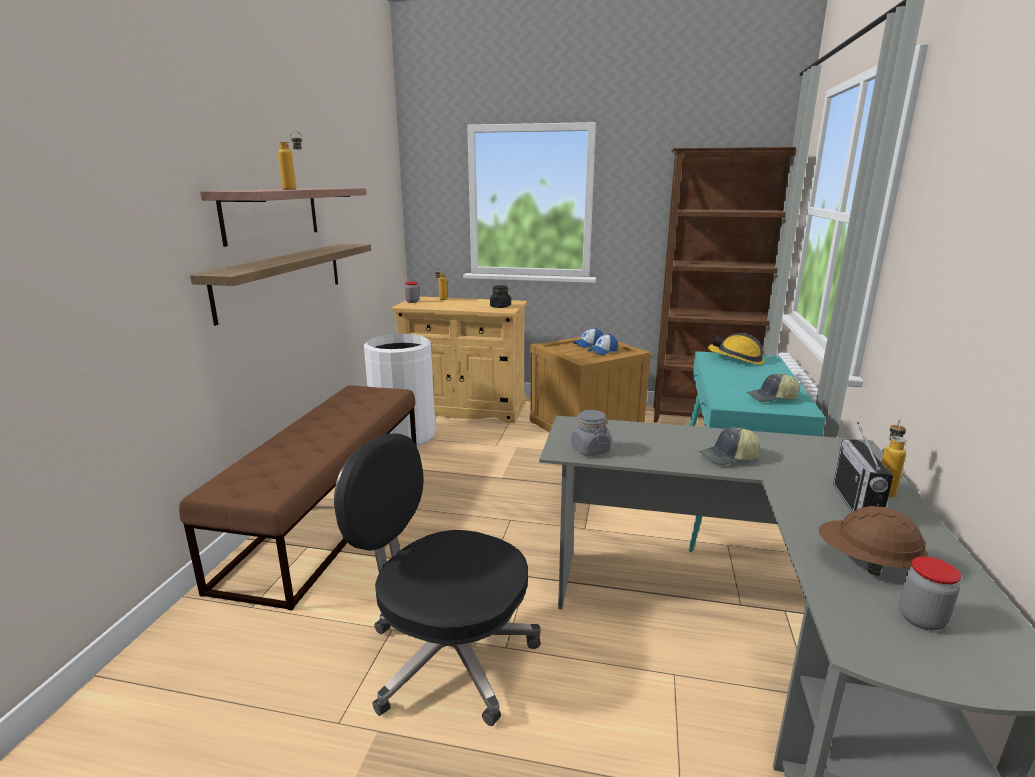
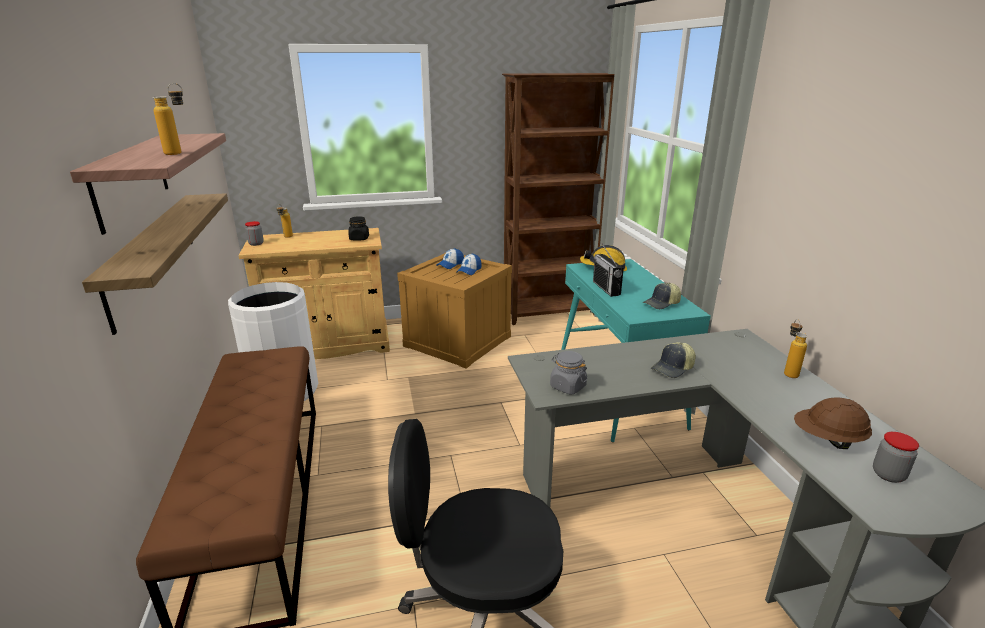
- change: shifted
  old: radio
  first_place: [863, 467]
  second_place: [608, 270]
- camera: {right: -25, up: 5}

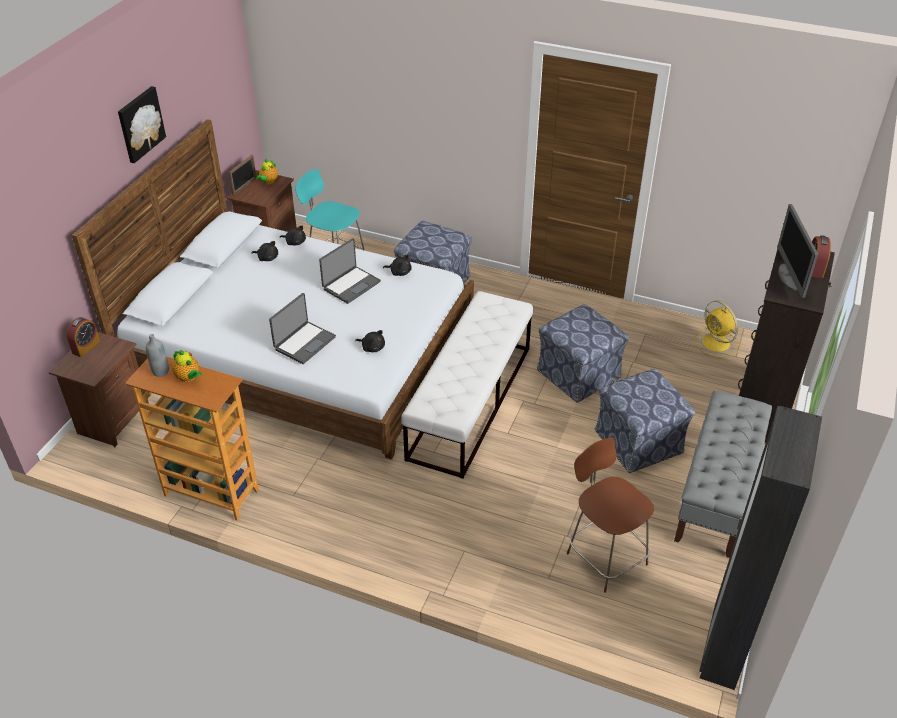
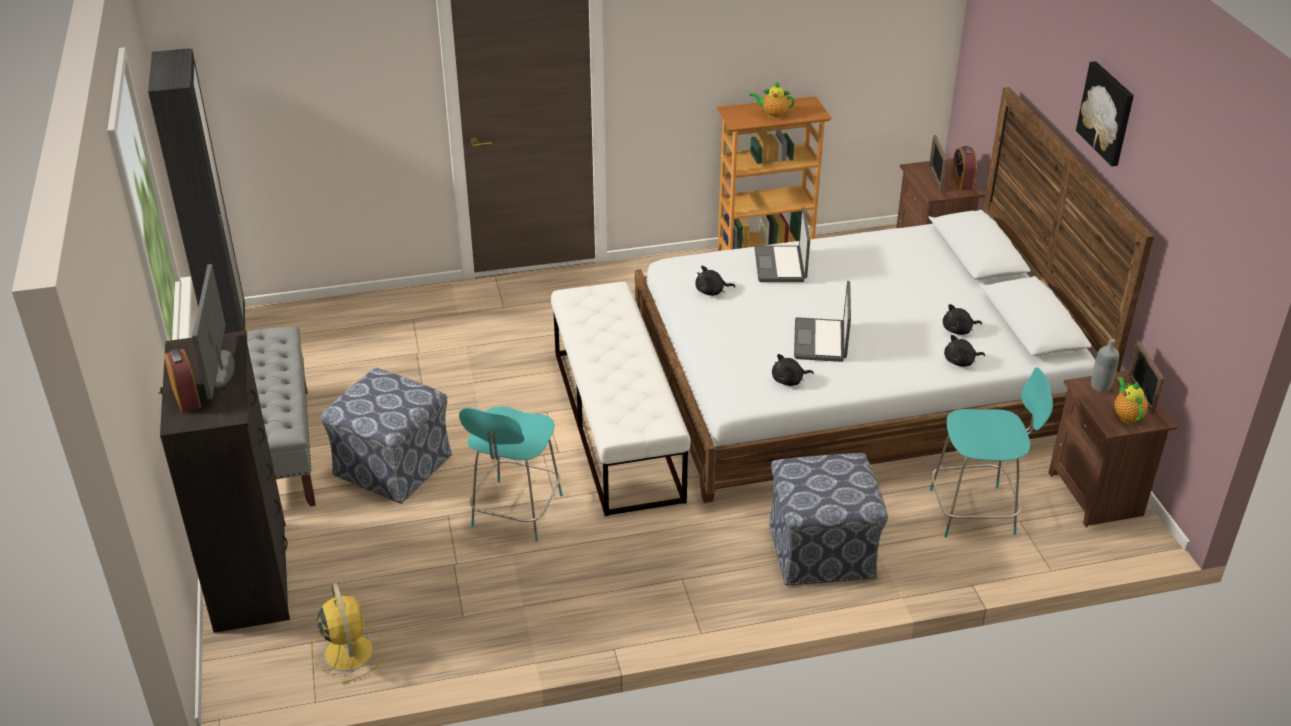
- change: shifted
  old: grey bottle
  first_place: [157, 355]
  second_place: [1105, 365]
- change: swapped
  old: ottoman
  new: turquoise chair
  first_place: [583, 353]
  second_place: [511, 474]
- change: gone
  old: brown chair
  first_place: [610, 515]
- change: rotated
  old: yellow fan
  first_place: [717, 329]
  second_place: [347, 633]
  degrees: 45
- change: rotated
  old: monitor
  first_place: [797, 251]
  second_place: [213, 331]
  degrees: -150
- change: new
  new: picture frame
  second_place: [938, 163]
- camera: {right: 145, up: -5}

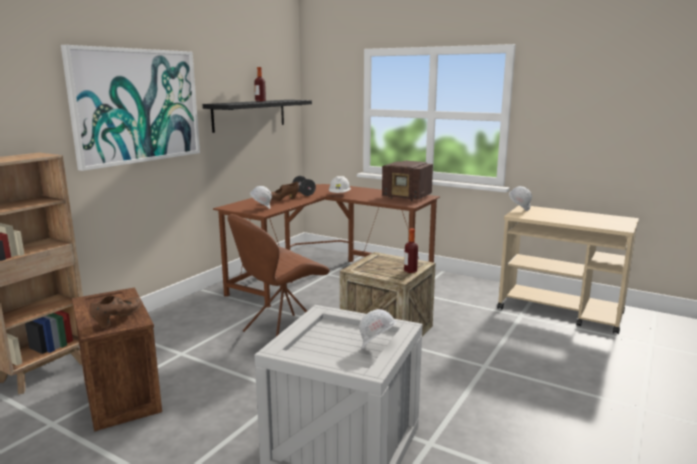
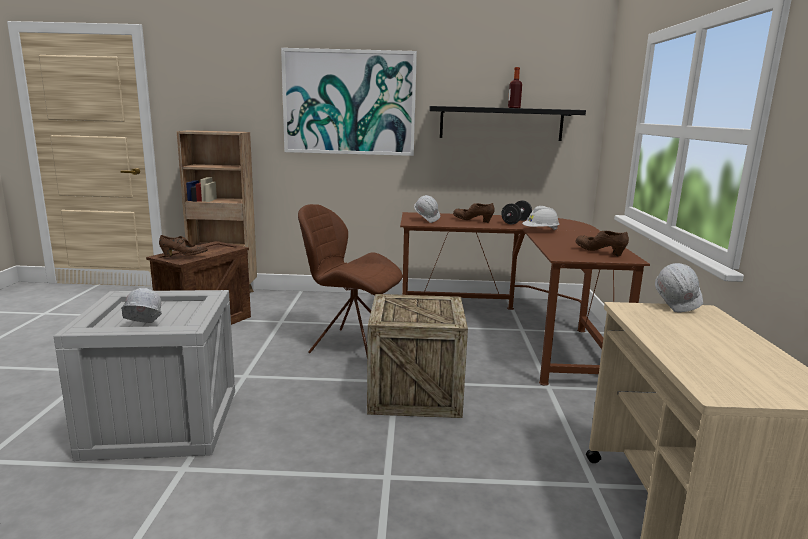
- change: swapped
  old: radio
  new: brown shoe
  first_place: [407, 181]
  second_place: [602, 243]
- change: gone
  old: bottle
  first_place: [411, 250]
- camera: {right: 60, up: 0}

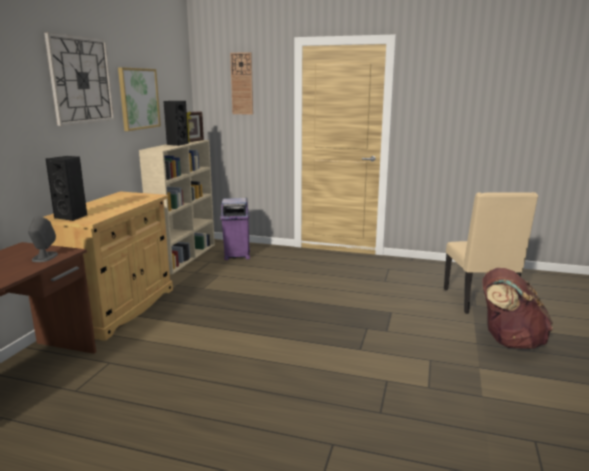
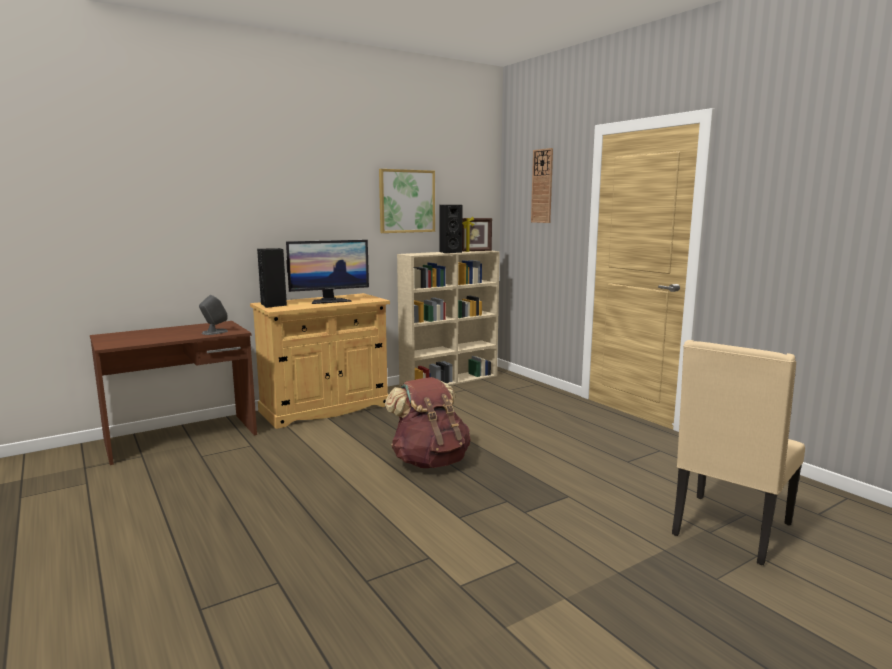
- change: gone
  old: wall clock
  first_place: [79, 79]
- change: gone
  old: purple trash can
  first_place: [235, 229]
- change: shifted
  old: brown backpack
  first_place: [517, 308]
  second_place: [428, 422]
- change: new
  new: monitor
  second_place: [327, 272]
- camera: {right: 40, up: -5}

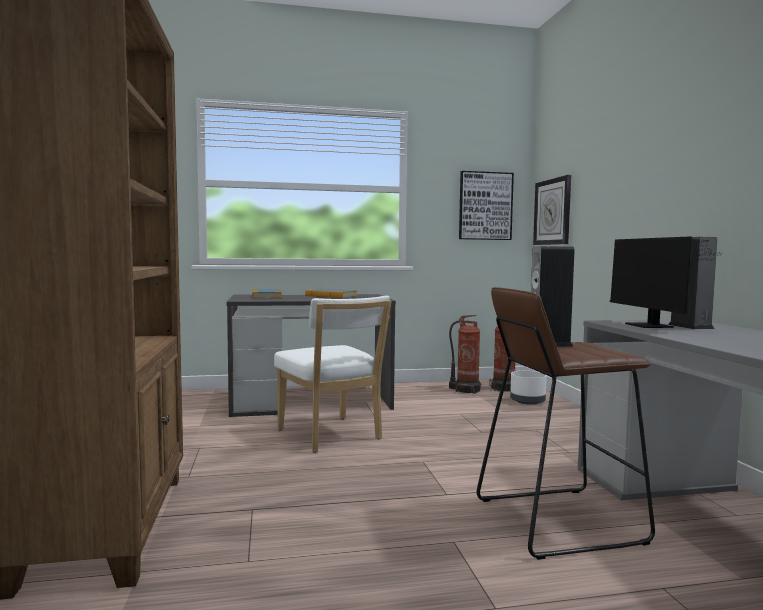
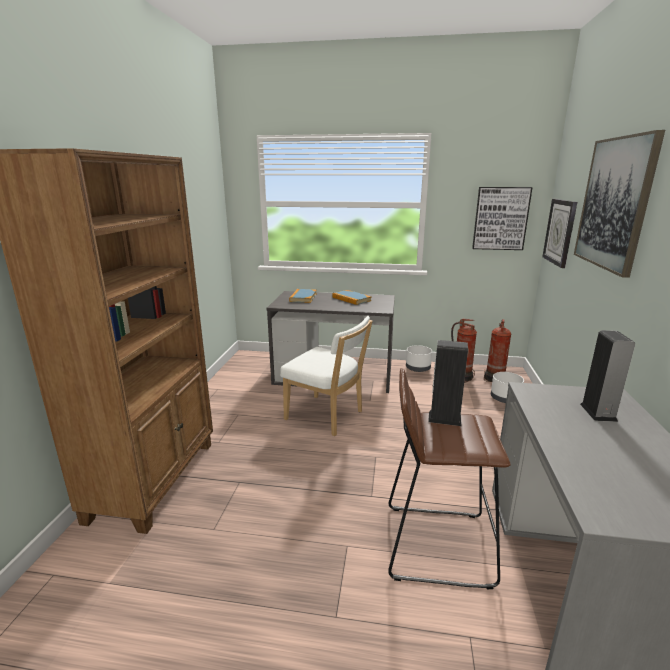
- change: rotated
  old: white chair
  first_place: [332, 374]
  second_place: [326, 376]
  degrees: -45
- change: gone
  old: monitor
  first_place: [666, 282]
- change: new
  new: white planter
  second_place: [419, 358]
- change: new
  new: picture
  second_place: [619, 204]
- camera: {right: 20, up: 15}

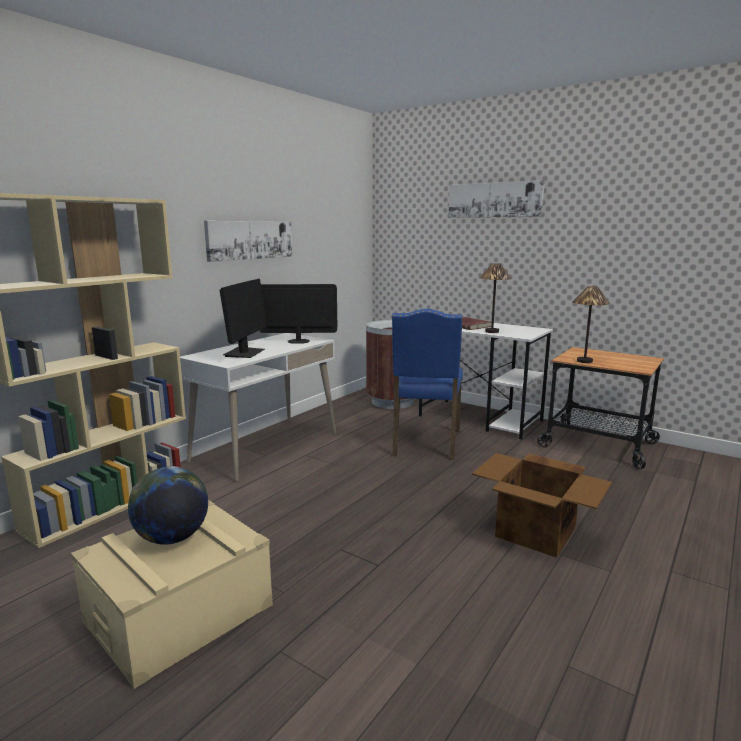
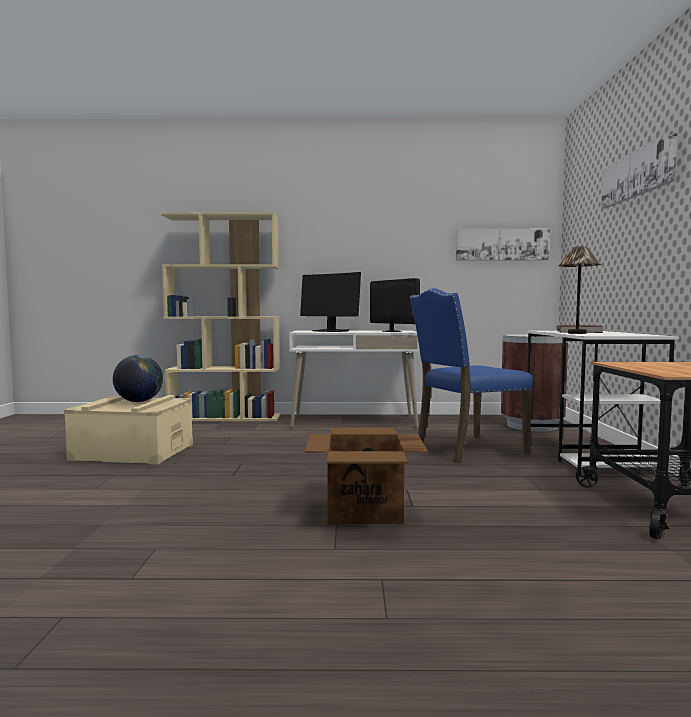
- change: shifted
  old: picture
  first_place: [248, 241]
  second_place: [503, 244]
- change: rotated
  old: monitor
  first_place: [243, 318]
  second_place: [330, 302]
  degrees: 60
- change: gone
  old: table lamp
  first_place: [591, 324]
- camera: {right: 55, up: -10}

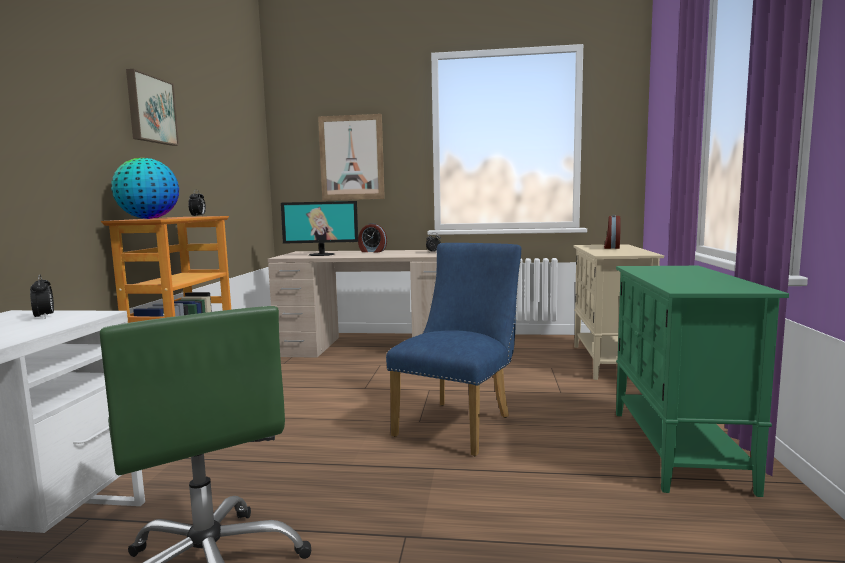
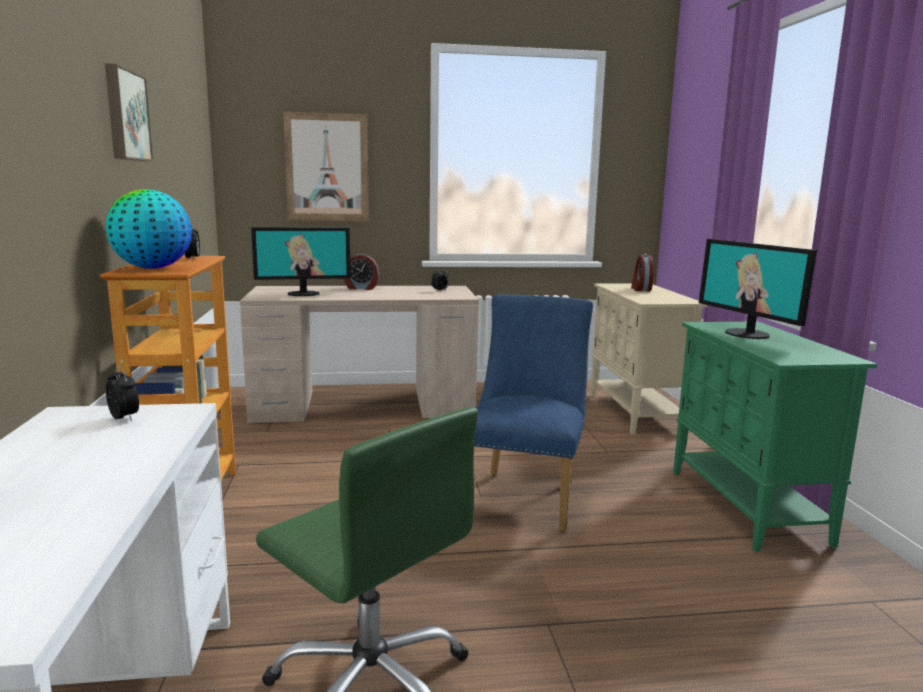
- change: new
  new: monitor
  second_place: [758, 289]
- camera: {right: -15, up: 5}

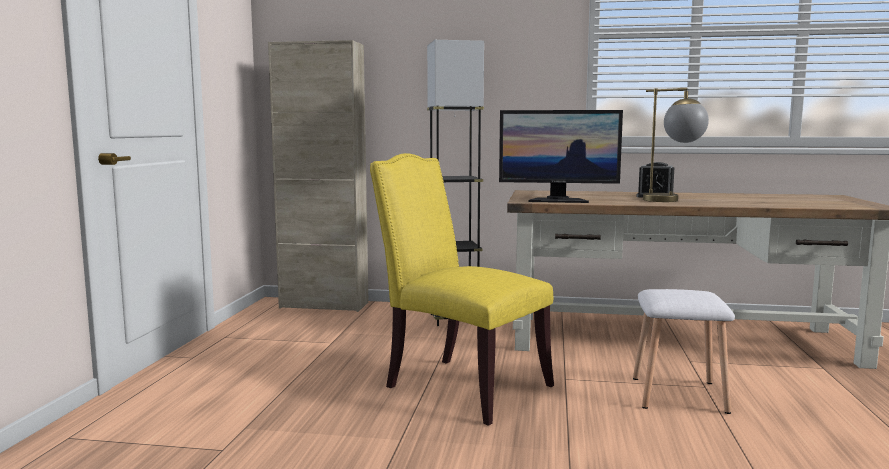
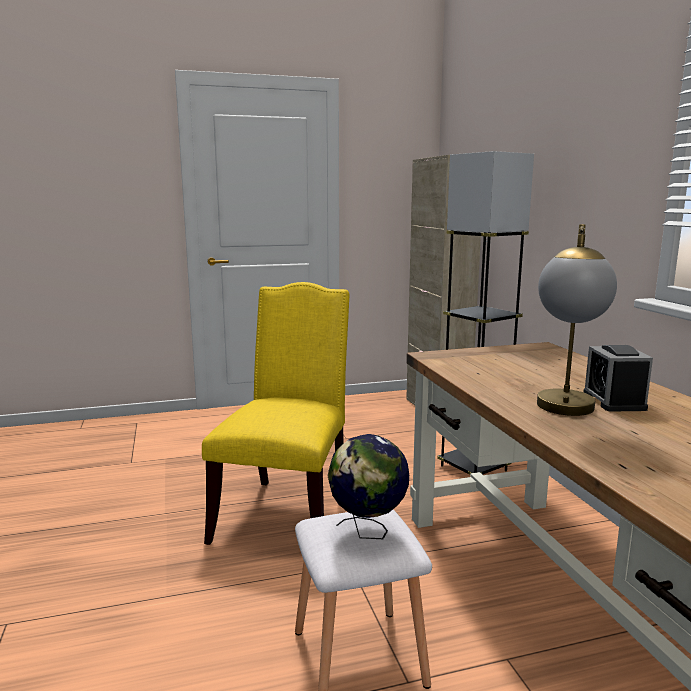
- change: gone
  old: monitor
  first_place: [561, 156]
- change: new
  new: globe
  second_place: [368, 486]
- camera: {right: 65, up: 5}

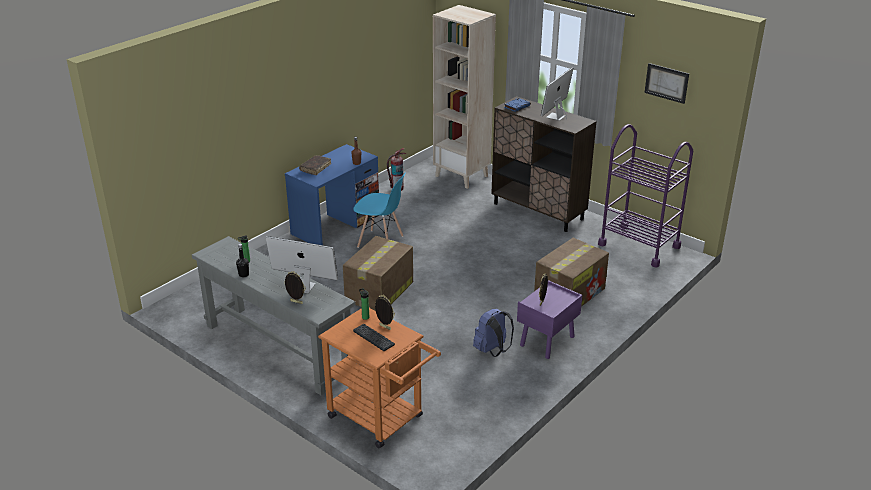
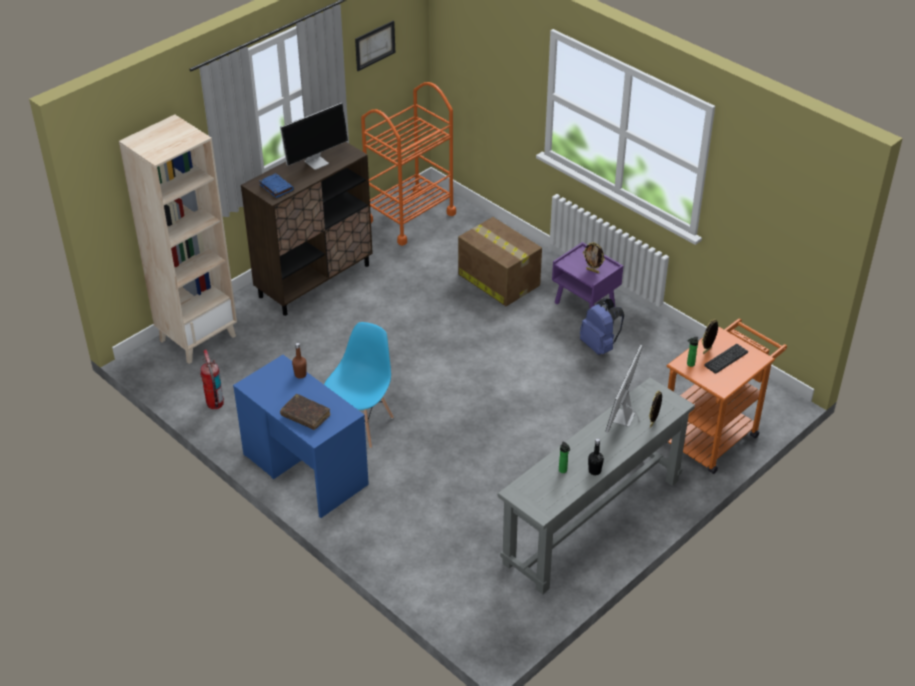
- change: gone
  old: cardboard box
  first_place: [378, 273]
- change: rotated
  old: monitor
  first_place: [557, 94]
  second_place: [314, 136]
  degrees: -75
- change: repainted
  old: purple cart
  new: orange cart
  first_place: [645, 196]
  second_place: [408, 164]
- camera: {right: -85, up: 10}

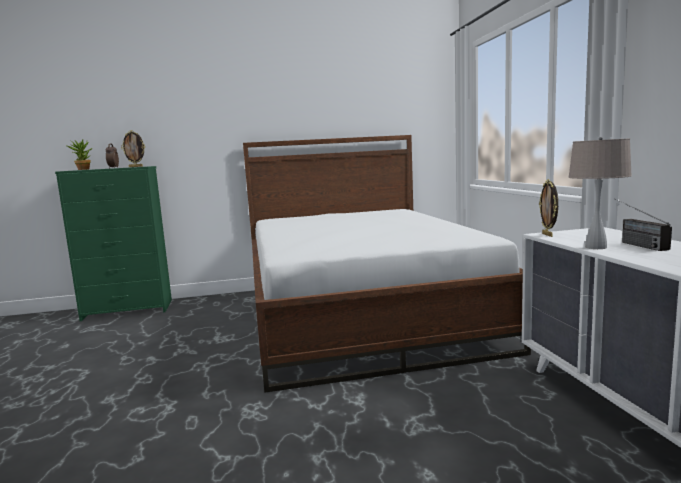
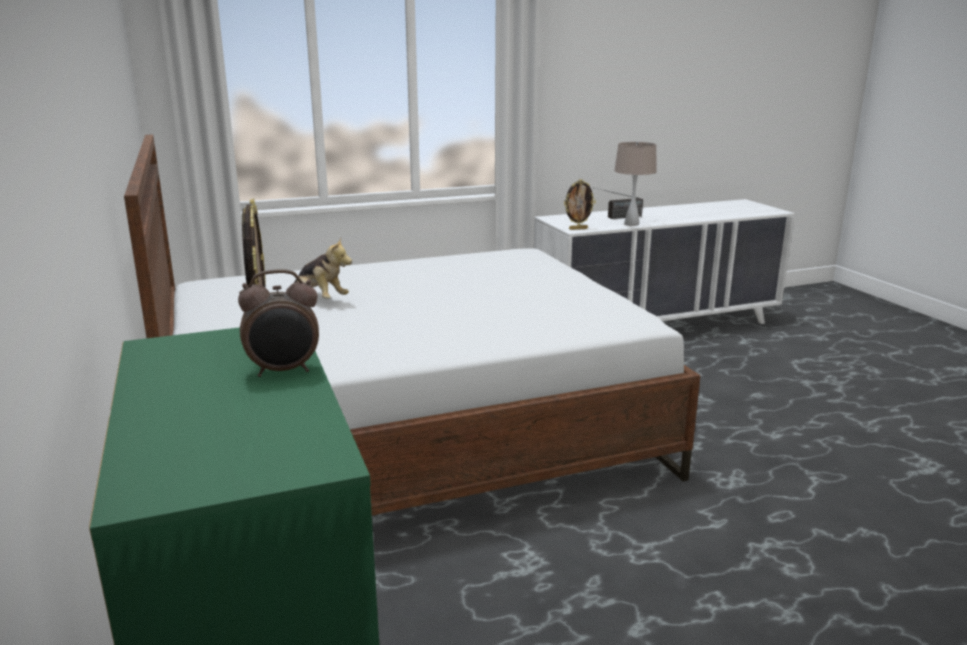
- change: gone
  old: potted plant
  first_place: [80, 154]
- change: new
  new: plush toy
  second_place: [319, 268]
- camera: {right: -100, up: 10}

